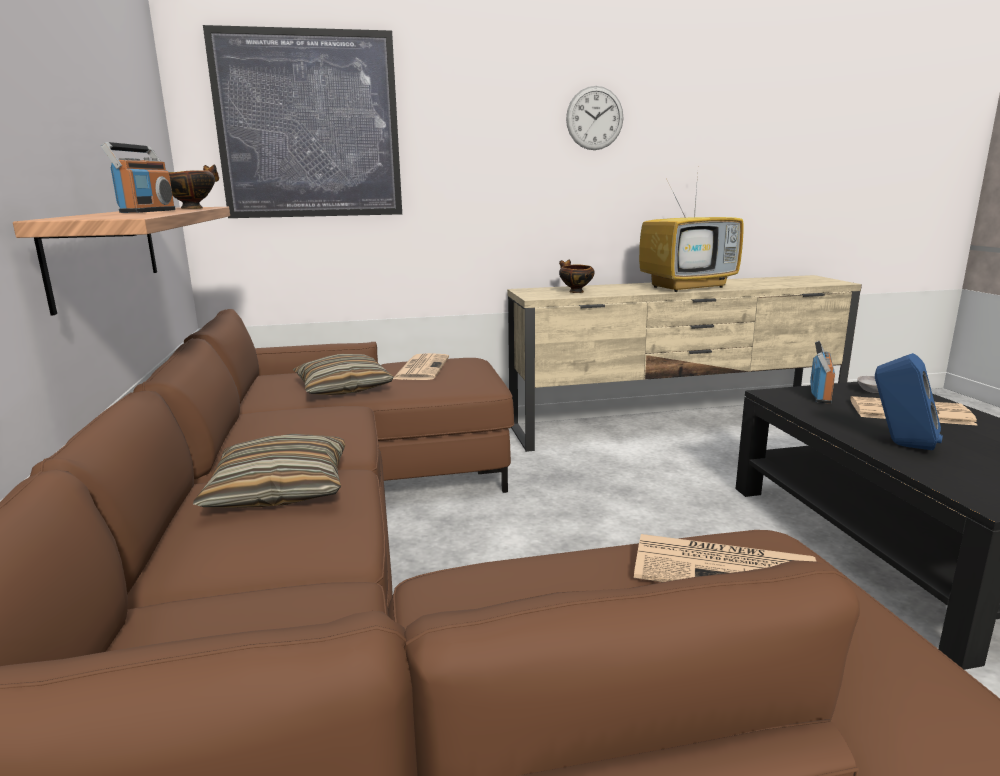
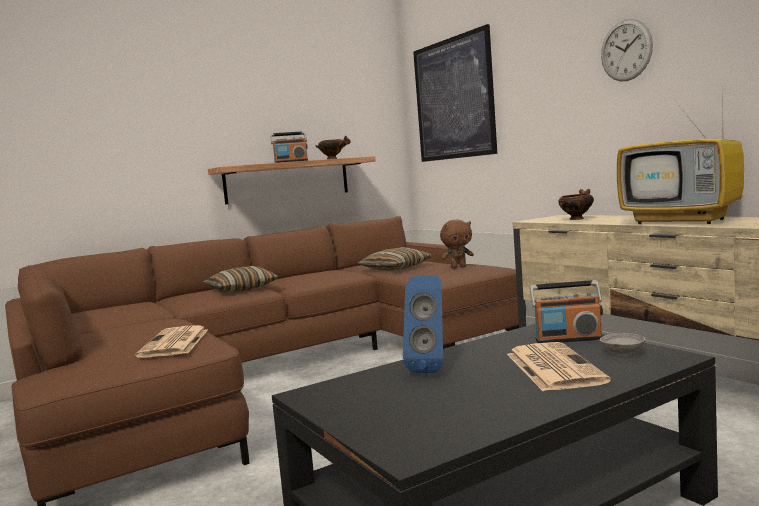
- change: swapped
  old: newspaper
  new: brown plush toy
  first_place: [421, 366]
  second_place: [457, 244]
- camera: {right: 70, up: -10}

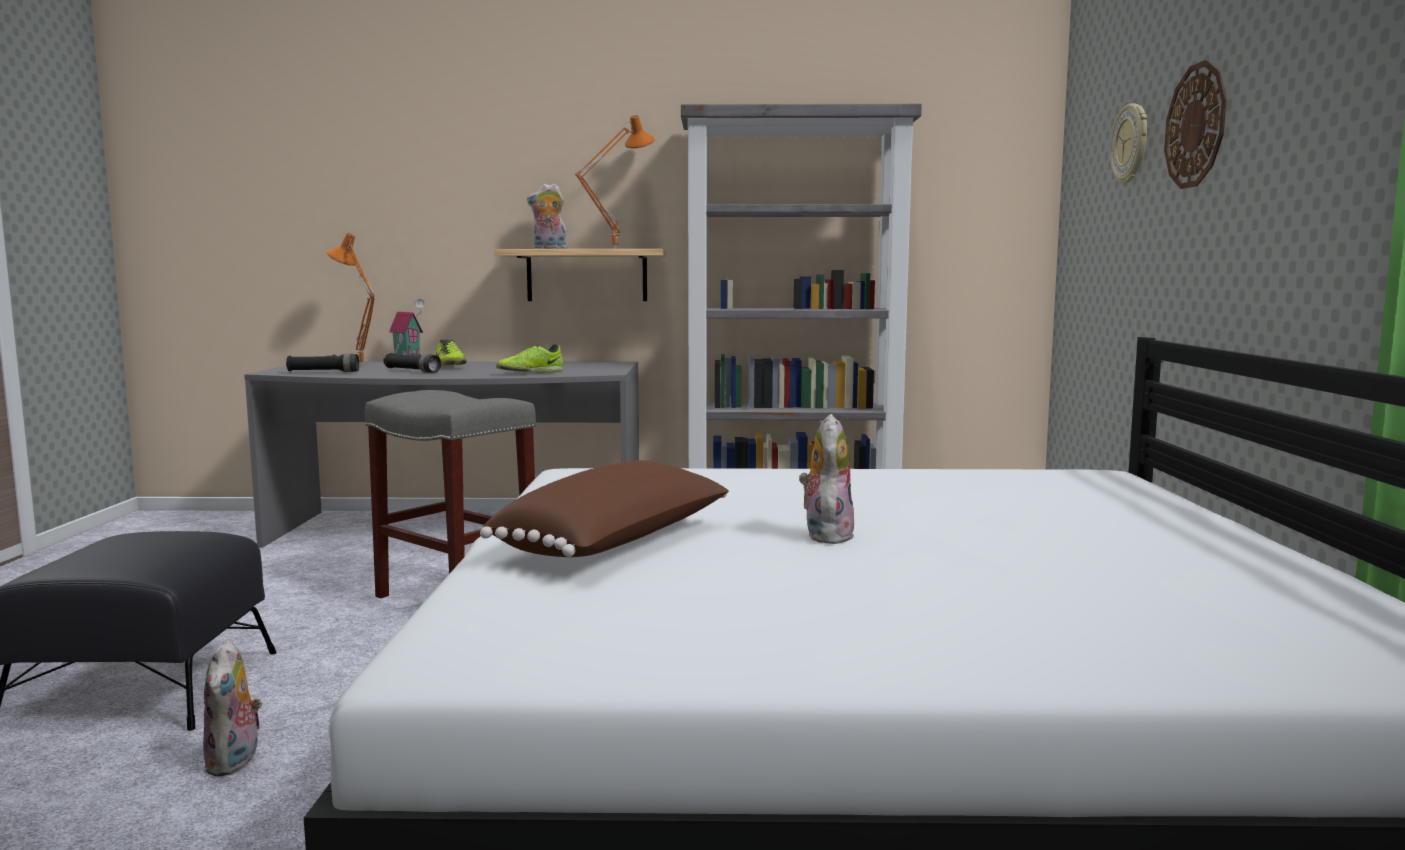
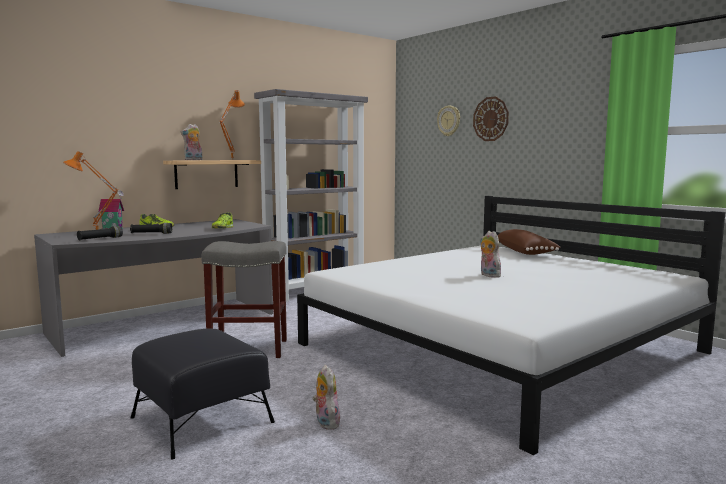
- change: rotated
  old: plush toy
  first_place: [232, 707]
  second_place: [326, 397]
  degrees: -150
- change: shifted
  old: brown pillow
  first_place: [604, 508]
  second_place: [529, 242]
- camera: {right: -40, up: 0}

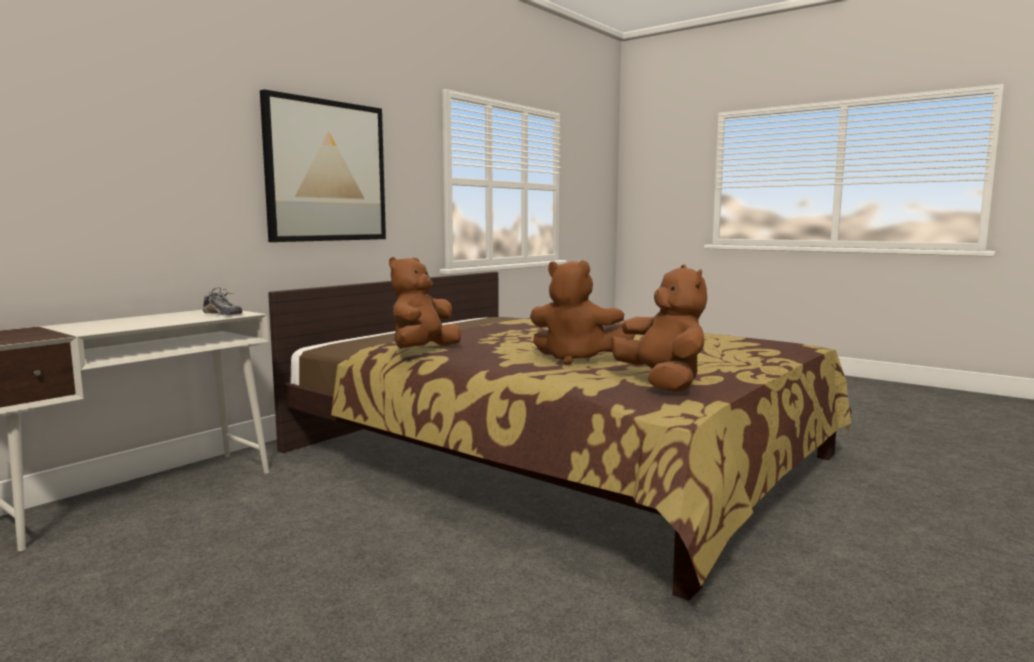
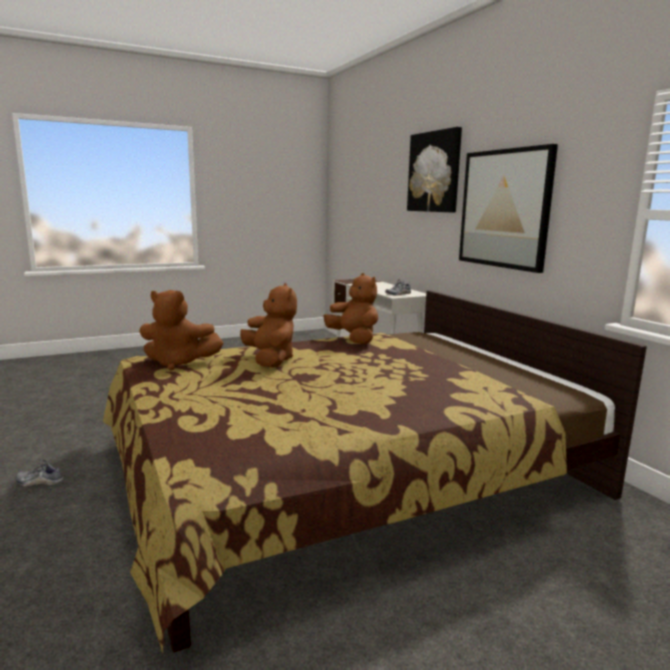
- change: rotated
  old: brown plush toy
  first_place: [582, 312]
  second_place: [268, 325]
  degrees: 105
- change: new
  new: shoe
  second_place: [39, 473]
- change: new
  new: picture
  second_place: [434, 170]
- camera: {right: 115, up: 5}

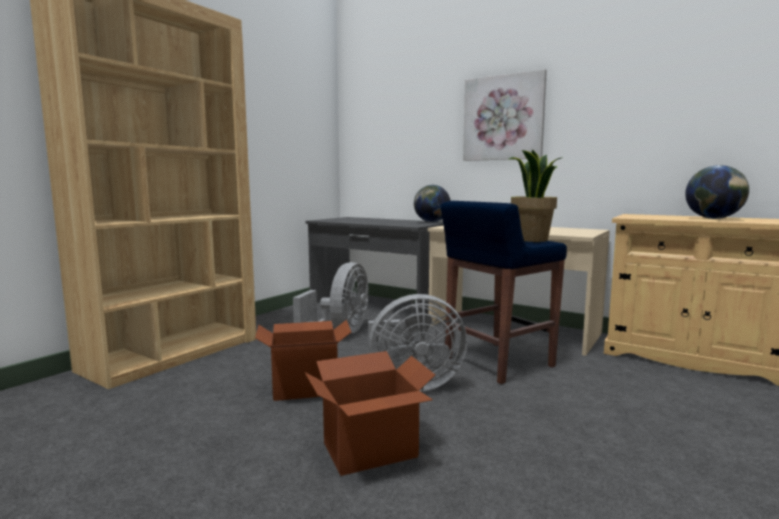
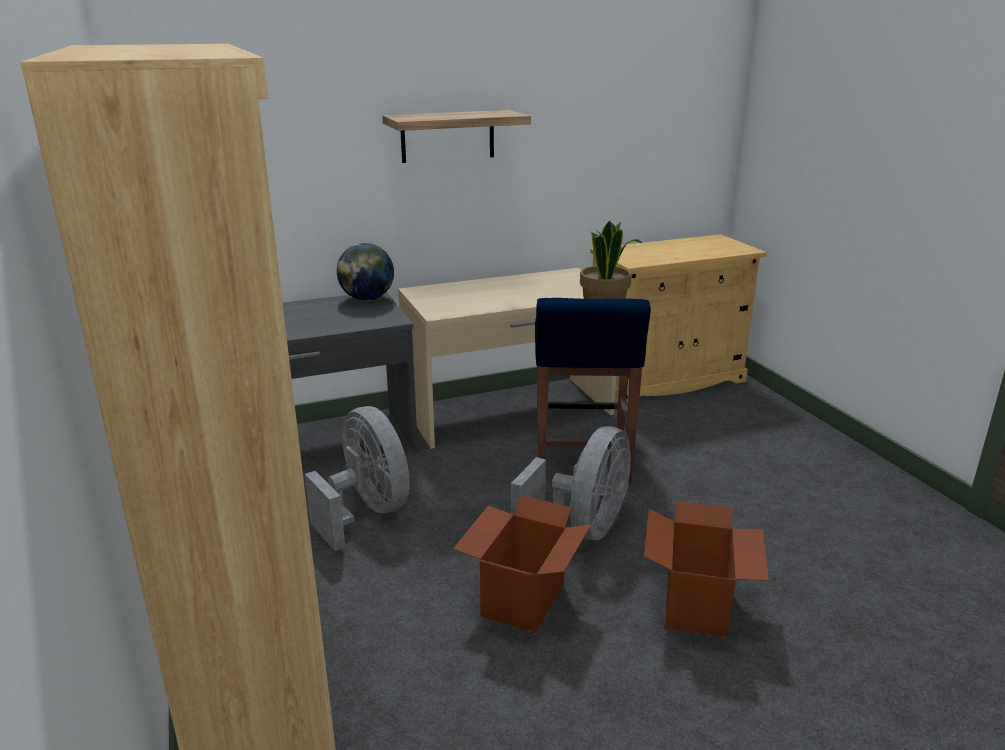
- change: swapped
  old: picture
  new: shelf
  first_place: [505, 115]
  second_place: [456, 136]
- change: gone
  old: globe
  first_place: [717, 192]
- camera: {right: -55, up: 15}

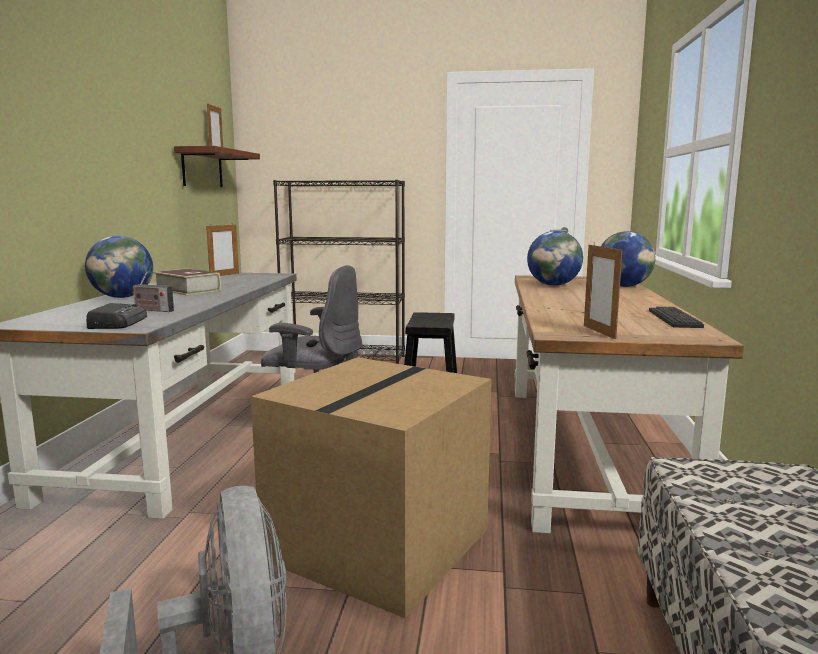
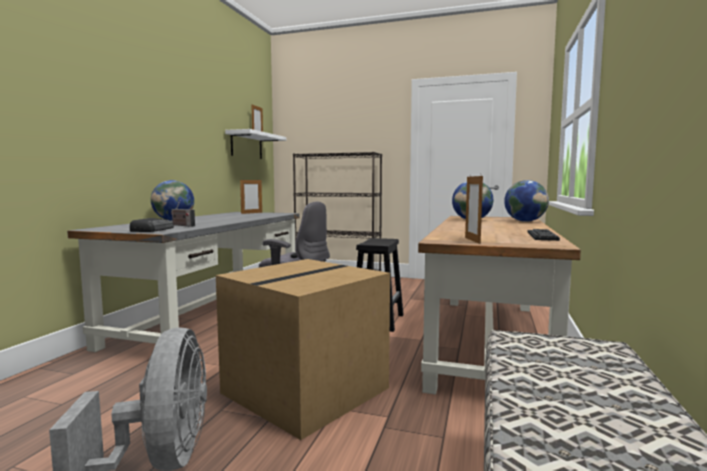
- change: gone
  old: book
  first_place: [187, 281]
- change: repainted
  old: brown shelf
  new: white shelf
  first_place: [217, 166]
  second_place: [255, 144]
- camera: {right: 10, up: -5}

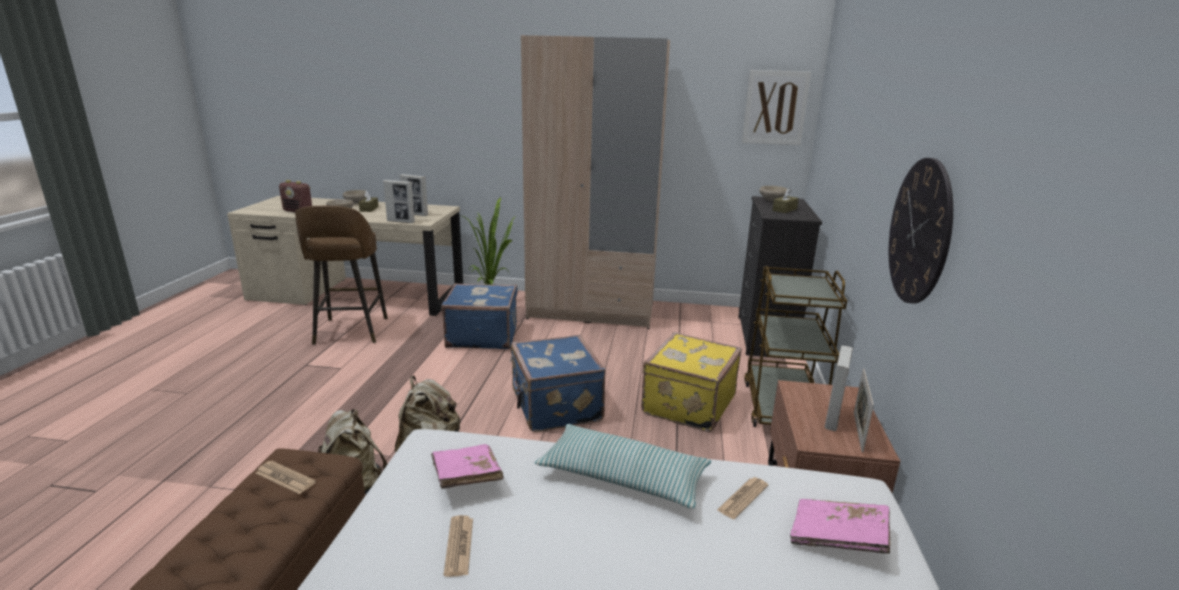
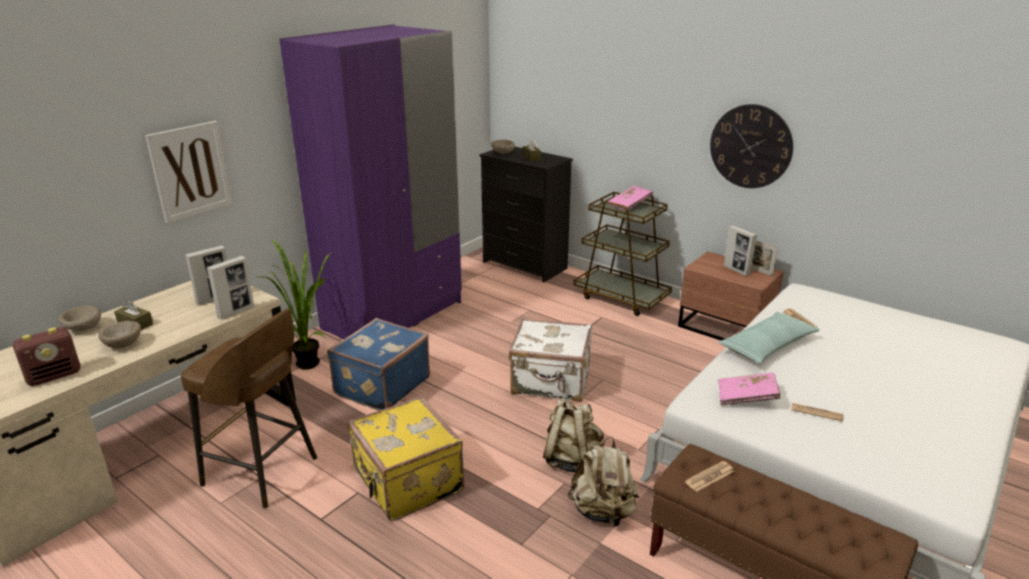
- change: repainted
  old: blue suitcase
  new: white suitcase
  first_place: [558, 383]
  second_place: [550, 360]
- change: repainted
  old: beige wardrobe
  new: purple wardrobe
  first_place: [595, 182]
  second_place: [370, 181]
- change: shifted
  old: yellow suitcase
  first_place: [691, 382]
  second_place: [405, 458]
- change: shifted
  old: picture
  first_place: [776, 107]
  second_place: [189, 172]
- change: shifted
  old: pink book
  first_place: [840, 526]
  second_place: [630, 199]
- camera: {right: -60, up: 5}

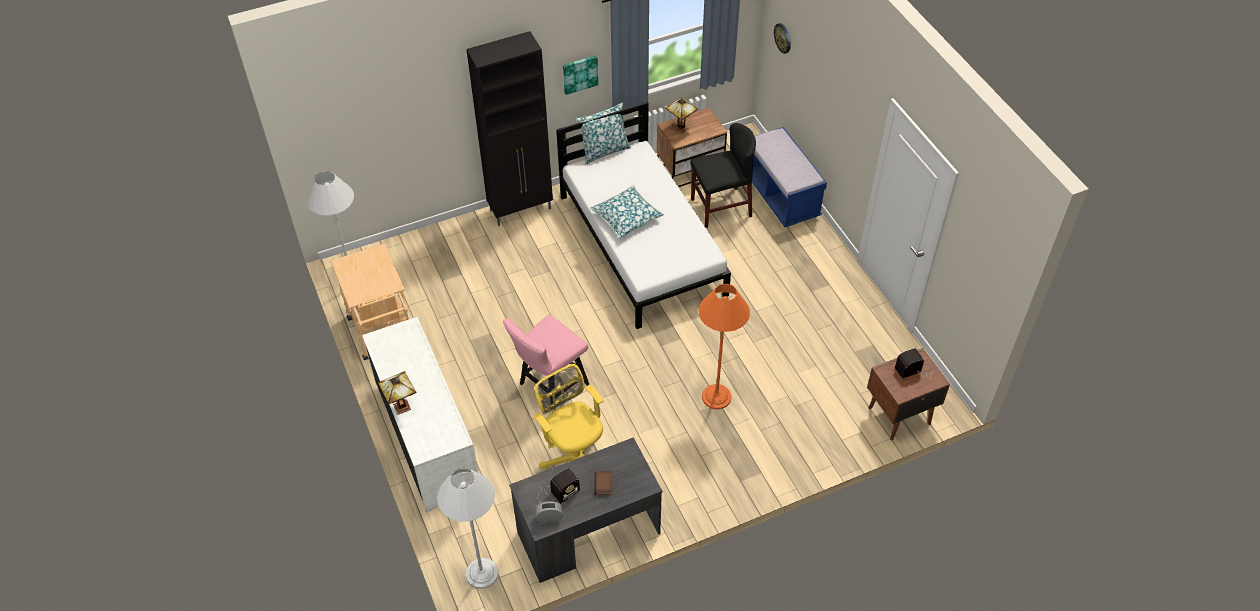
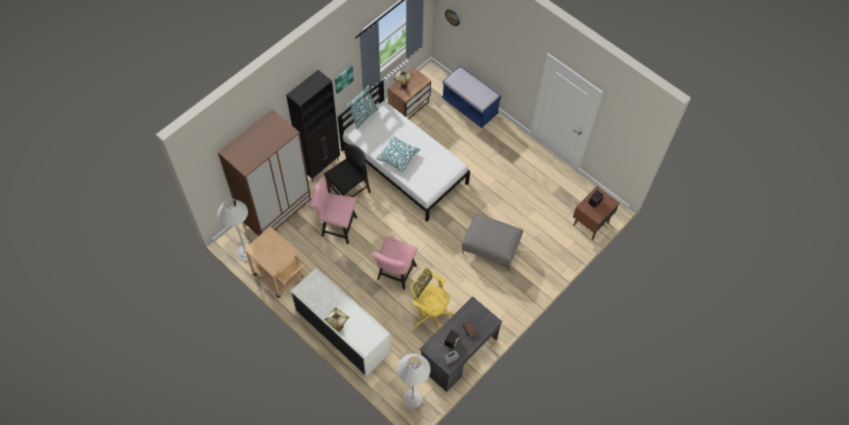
- change: shifted
  old: black chair
  first_place: [723, 175]
  second_place: [347, 170]
- change: swapped
  old: orange floor lamp
  new: grey ottoman
  first_place: [724, 347]
  second_place: [492, 242]
- change: new
  new: brown wardrobe
  second_place: [264, 172]
- change: new
  new: pink chair
  second_place: [333, 210]
- camera: {right: -25, up: 10}

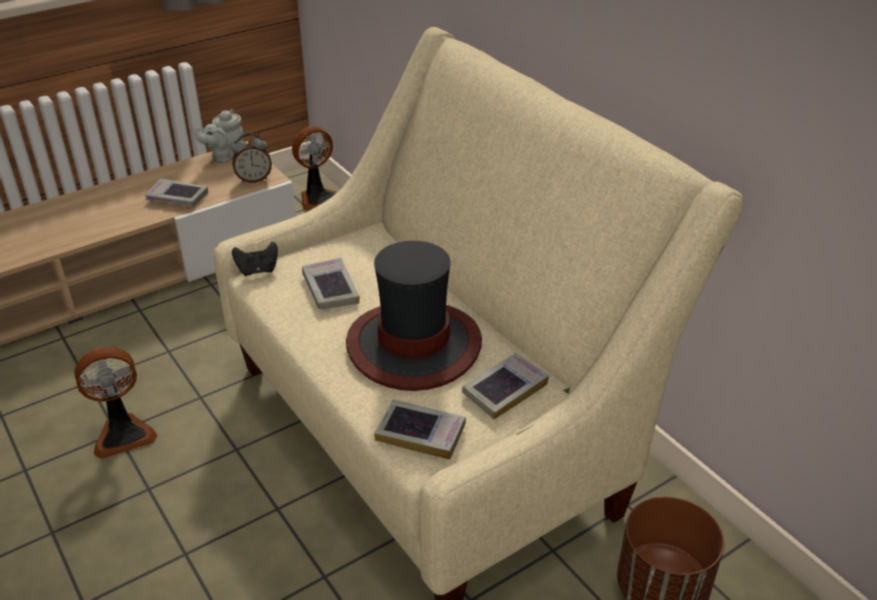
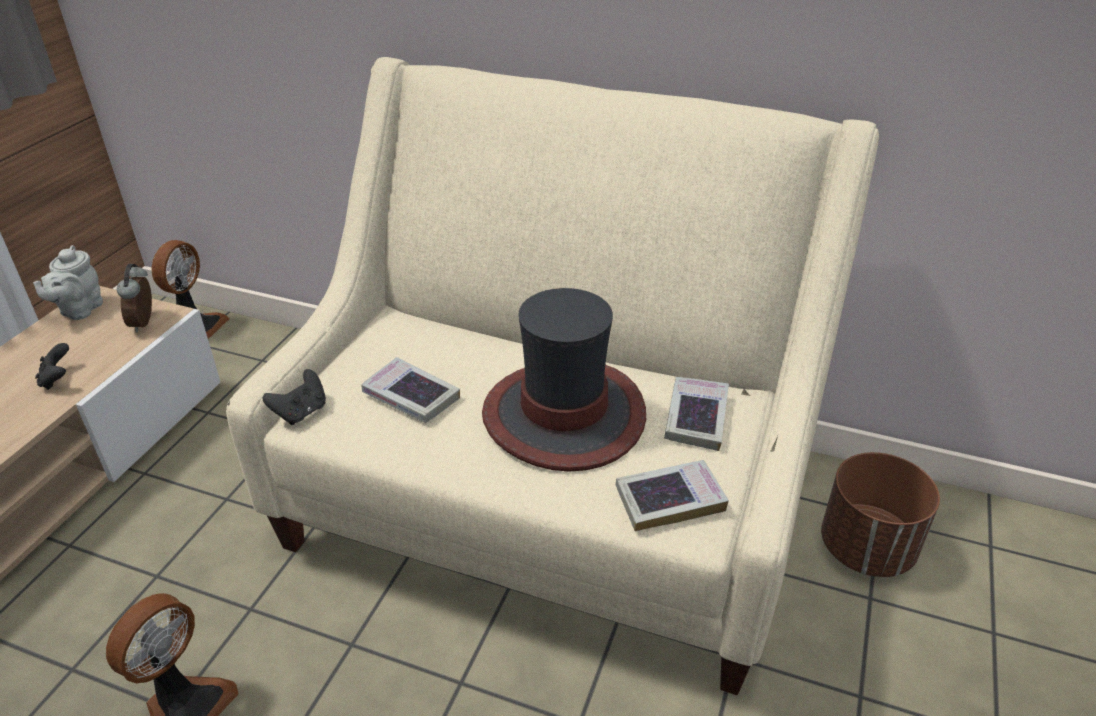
- change: swapped
  old: book
  new: black game controller
  first_place: [176, 192]
  second_place: [52, 366]
- change: rotated
  old: alarm clock
  first_place: [252, 158]
  second_place: [134, 298]
  degrees: 135
- camera: {right: -35, up: 0}

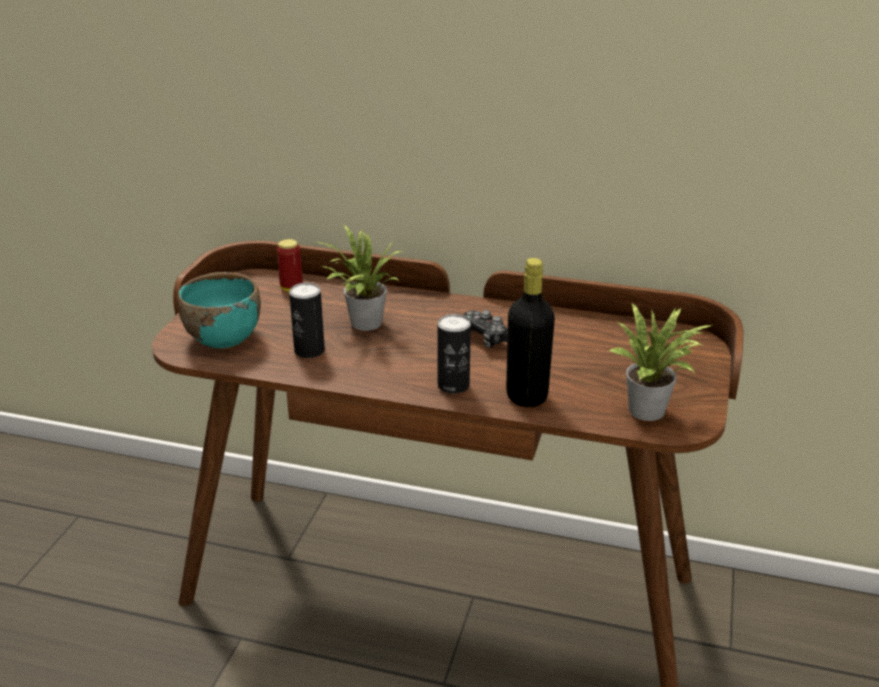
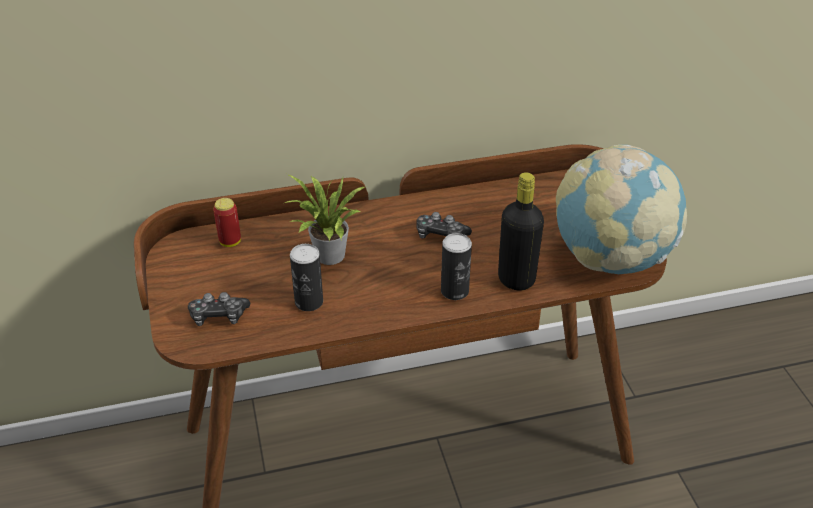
- change: swapped
  old: turquoise bowl
  new: game controller
  first_place: [219, 310]
  second_place: [219, 309]
- change: swapped
  old: potted plant
  new: globe
  first_place: [659, 362]
  second_place: [621, 209]
- camera: {right: -30, up: 10}

